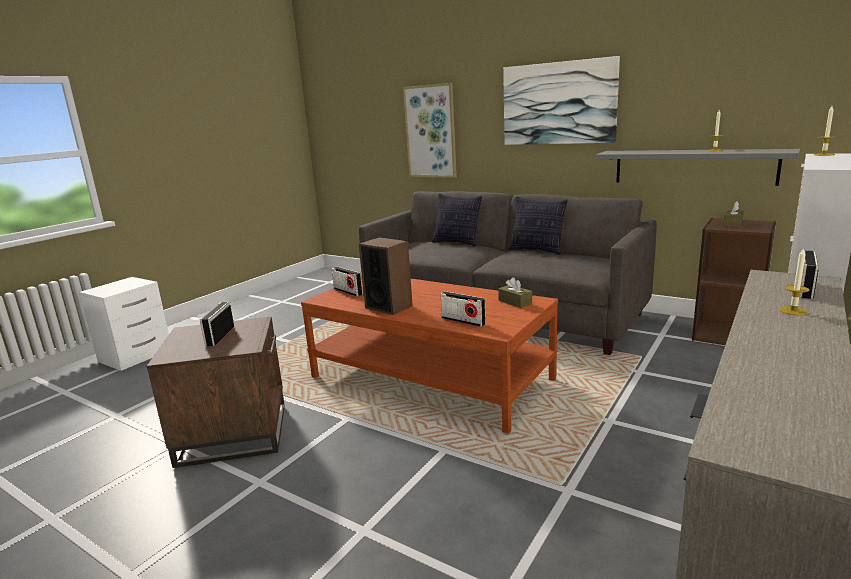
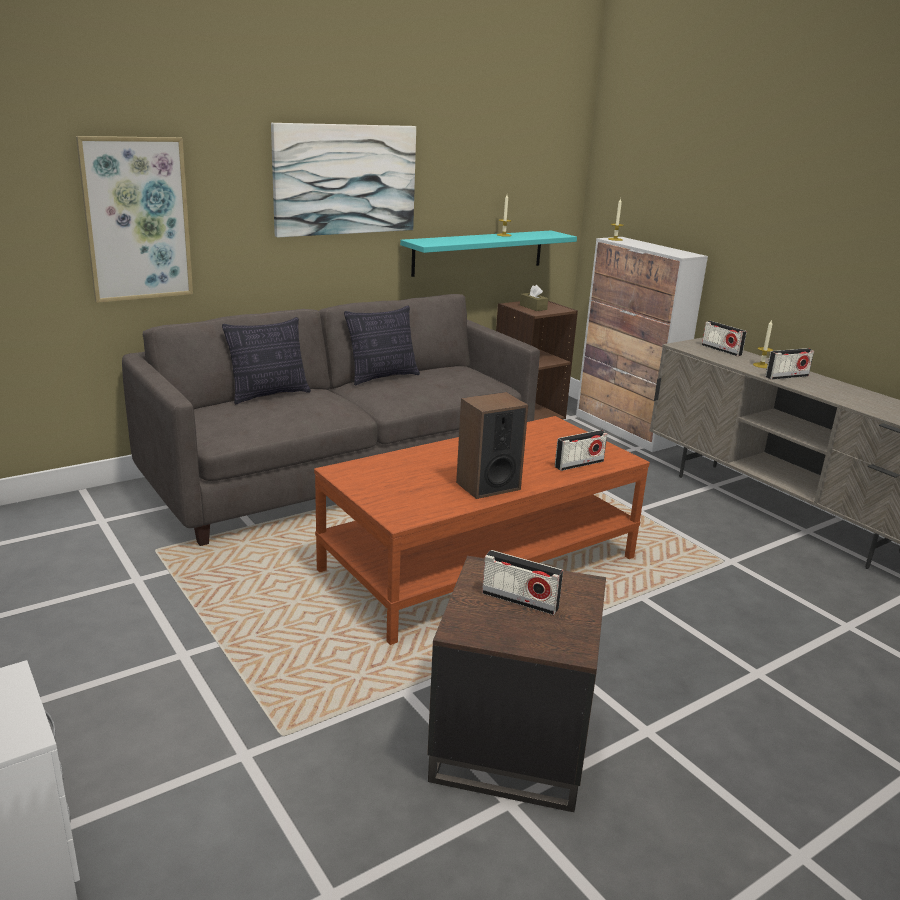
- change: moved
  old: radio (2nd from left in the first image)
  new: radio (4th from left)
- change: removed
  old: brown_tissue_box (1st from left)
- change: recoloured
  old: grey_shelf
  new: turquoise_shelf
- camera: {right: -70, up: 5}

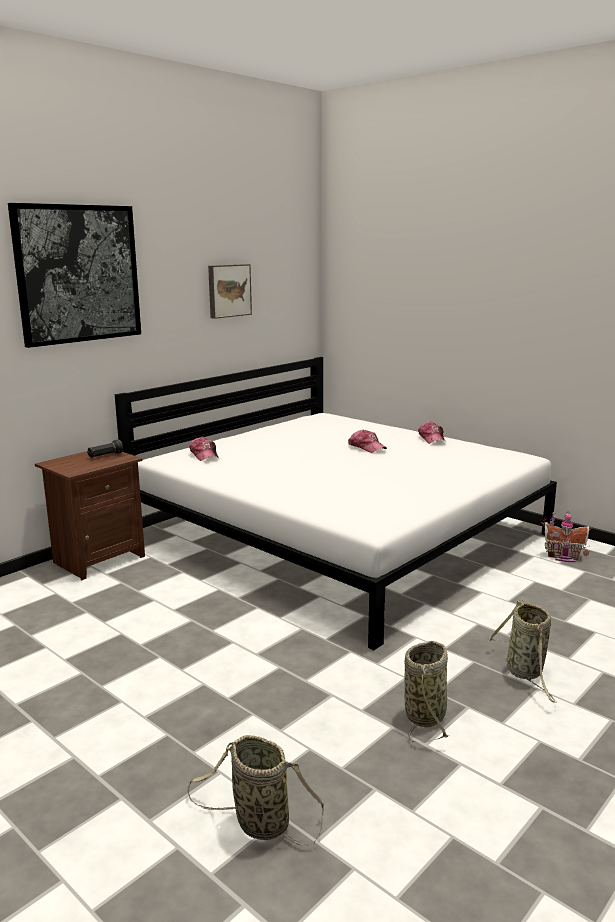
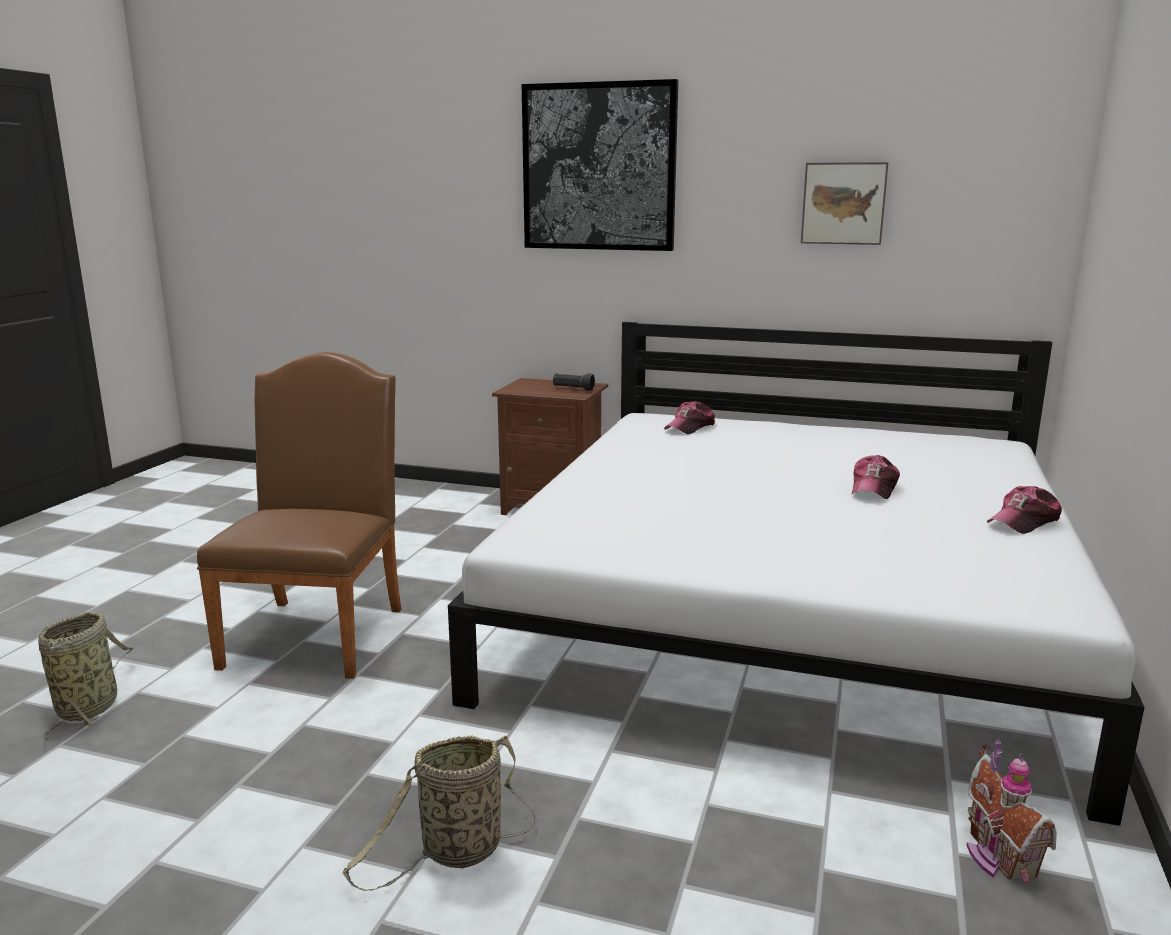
- change: removed
  old: basket (2nd from left)
- change: added
  new: brown_chair
- camera: {right: 65, up: 0}

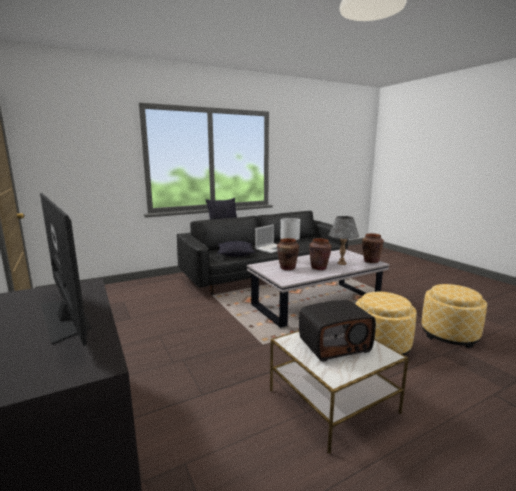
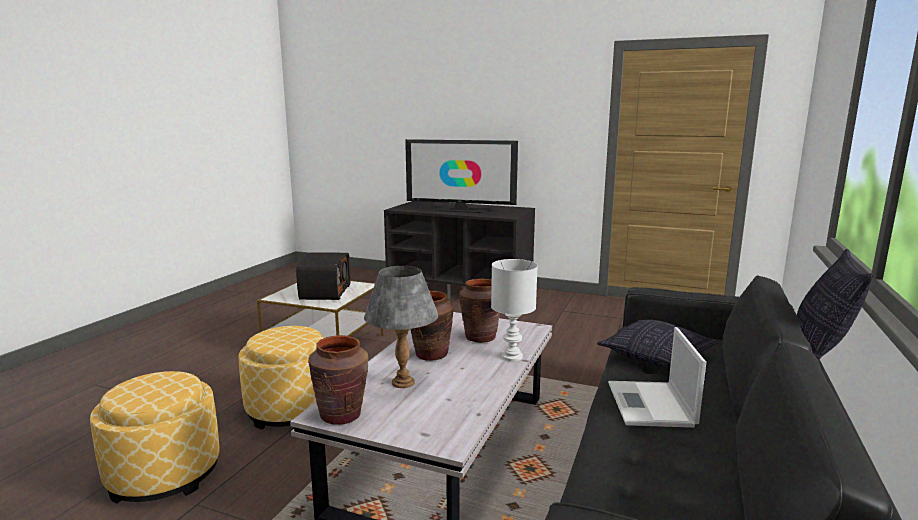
- change: turned
  old: radio
  degrees: 150
- camera: {right: 140, up: 0}

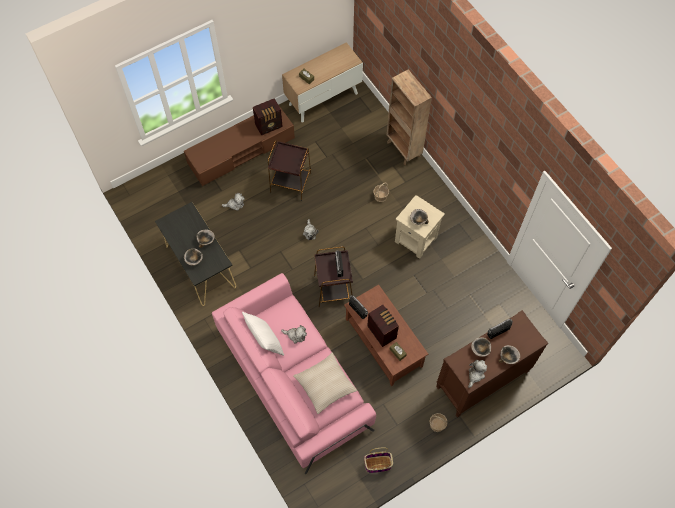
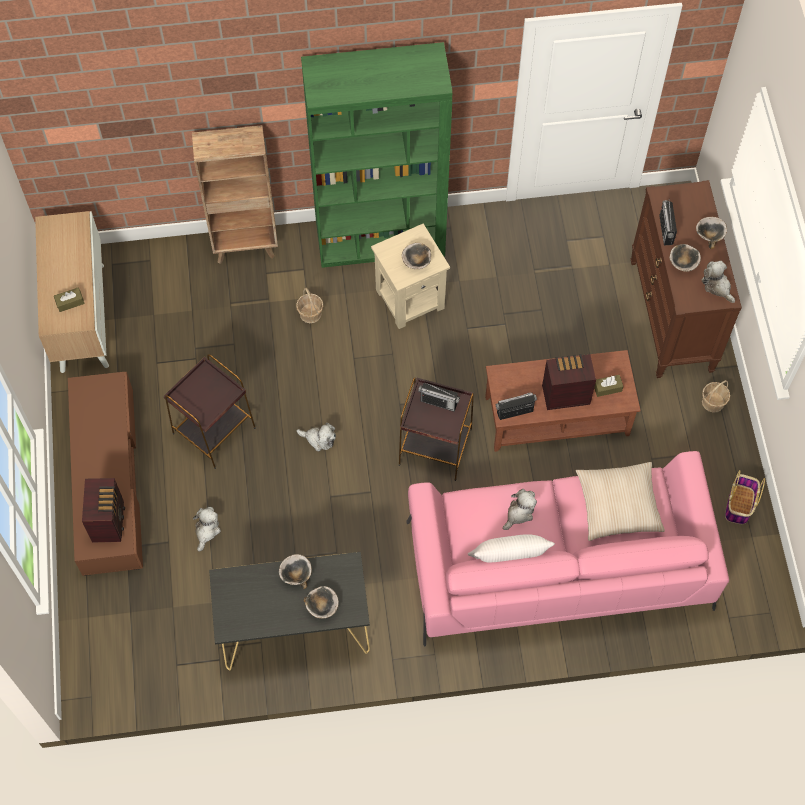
- change: moved
  old: radio (1st from left)
- change: added
  new: green_bookcase
- camera: {right: -65, up: 0}

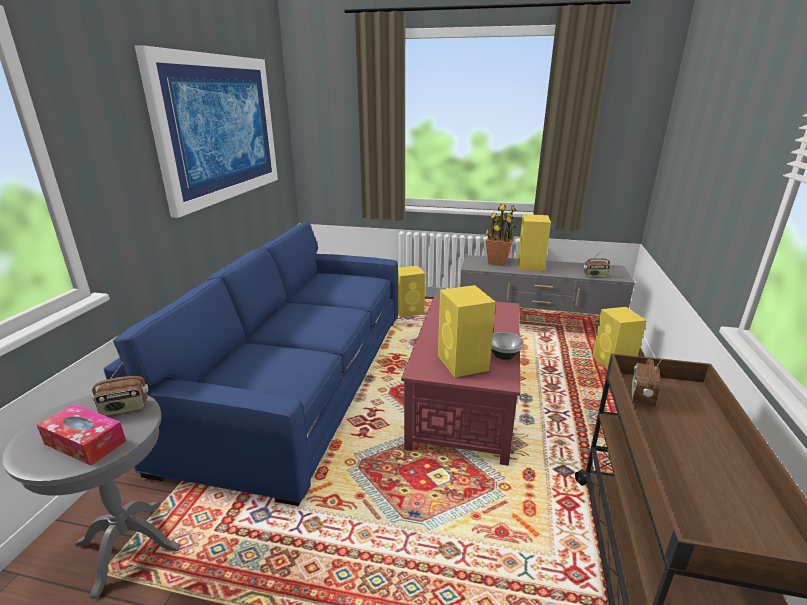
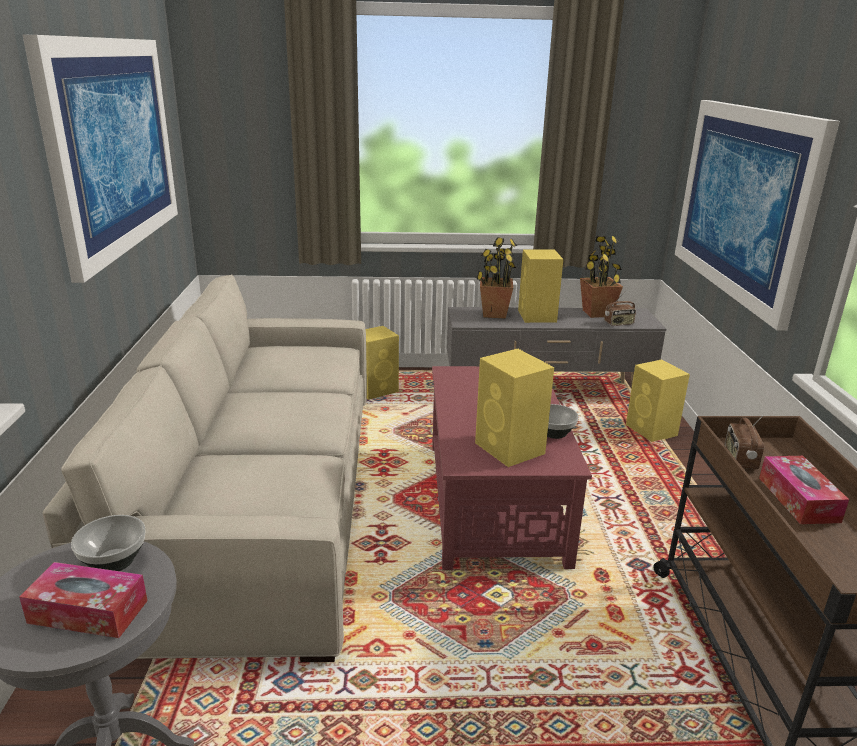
- change: replaced
  old: radio (1st from left)
  new: bowl (1st from left)
- change: recoloured
  old: blue_sofa
  new: beige_sofa
- change: added
  new: potted_plant (2nd from left)
- change: added
  new: picture (2nd from left)
- change: added
  new: tissue_box (2nd from left)
- camera: {right: -15, up: 0}

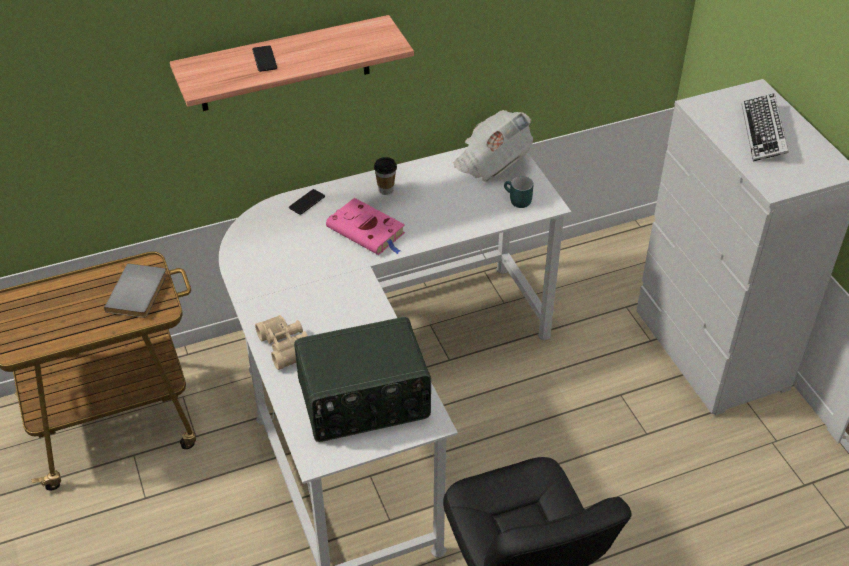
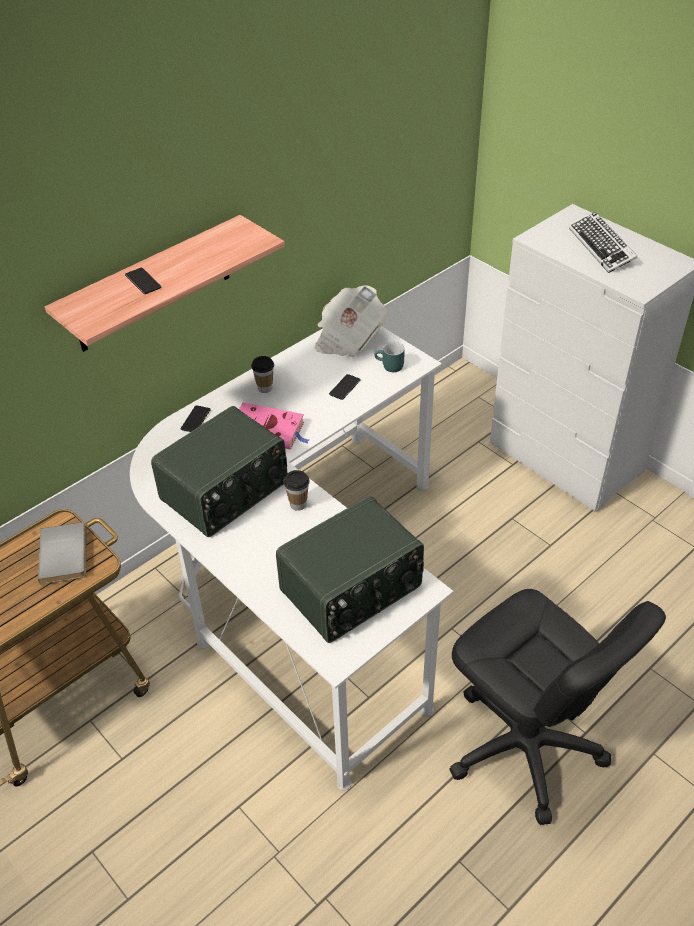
- change: removed
  old: beige_binoculars
- change: added
  new: radio (1st from left)
- change: added
  new: cup (2nd from left)
- change: added
  new: phone (3rd from left)
- camera: {right: -20, up: 0}

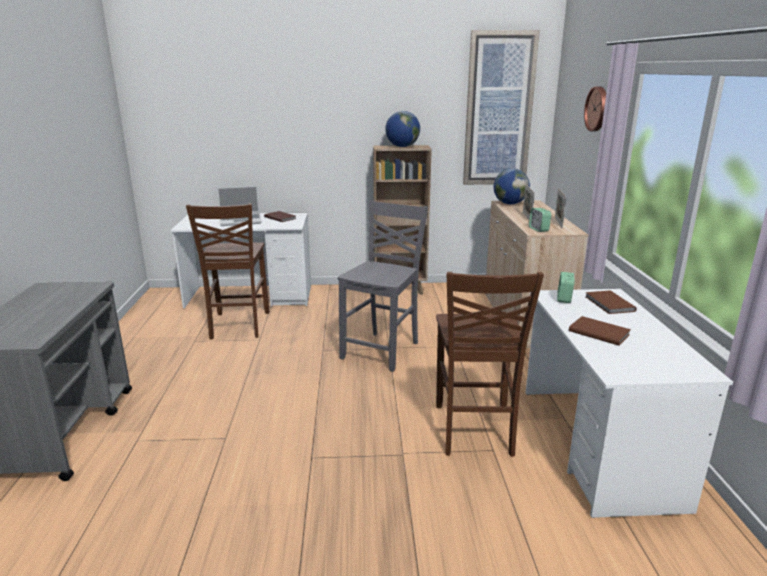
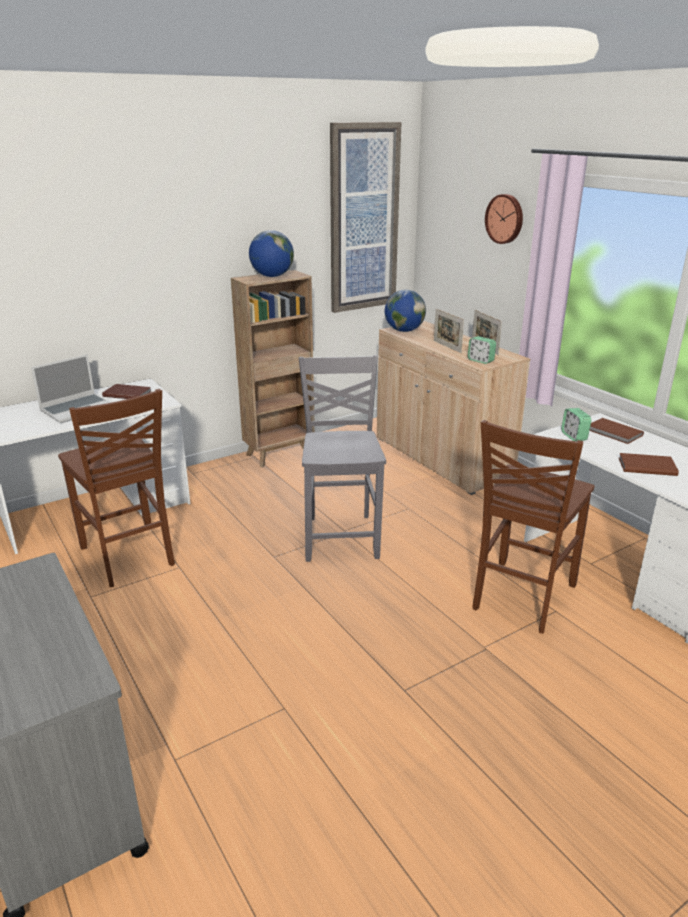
- change: turned
  old: brown_chair (2nd from left)
  degrees: 60
- camera: {right: -30, up: 5}

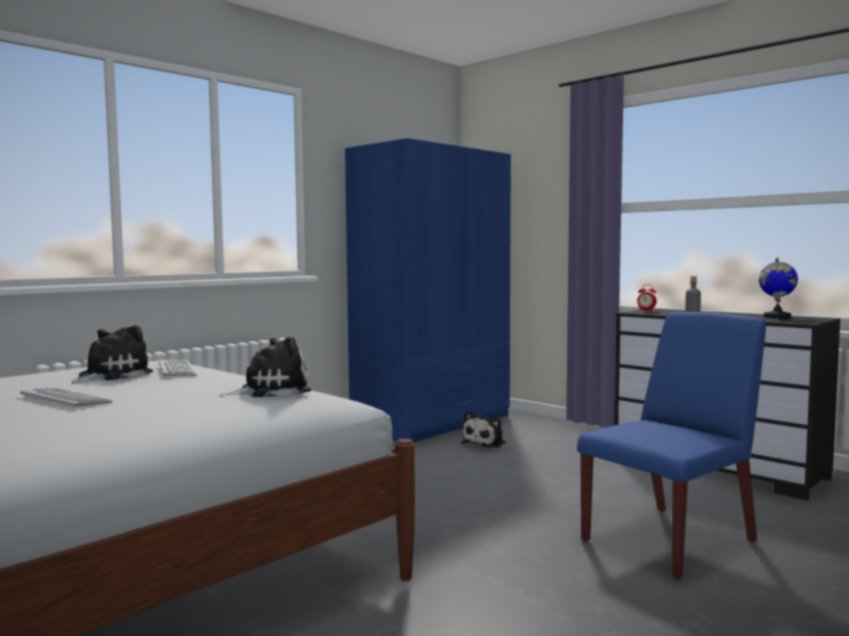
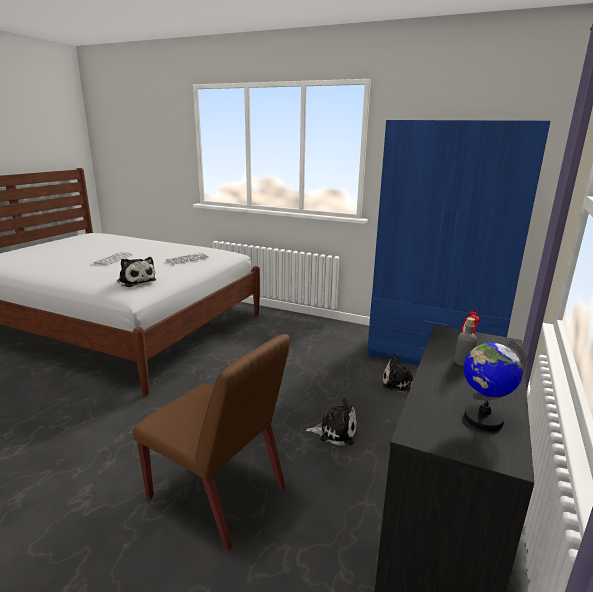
- change: moved
  old: plush_toy (1st from left in the first image)
  new: plush_toy (2nd from left)
- change: recoloured
  old: blue_chair
  new: brown_chair
- camera: {right: 70, up: 15}

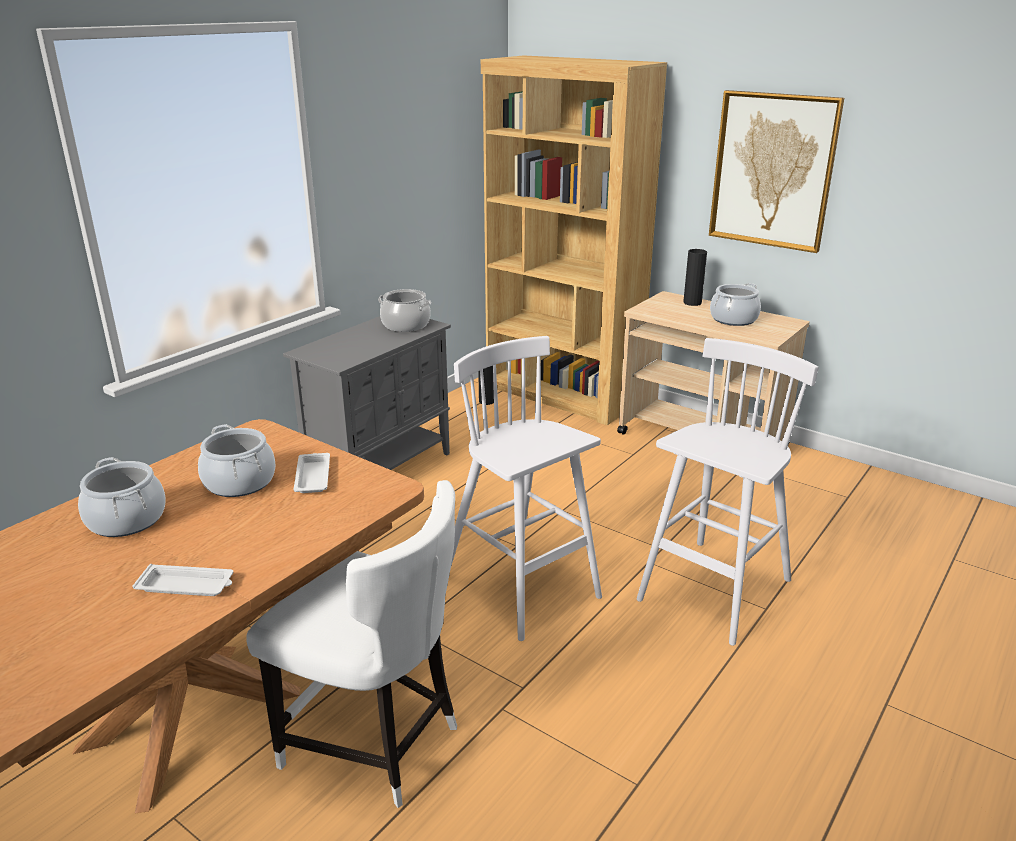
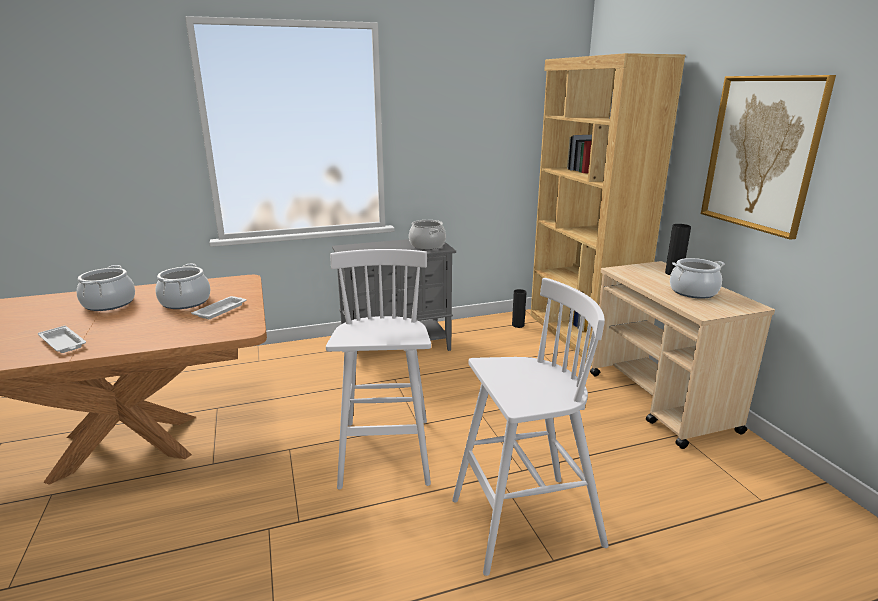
- change: removed
  old: white_chair
- camera: {right: 35, up: -5}

